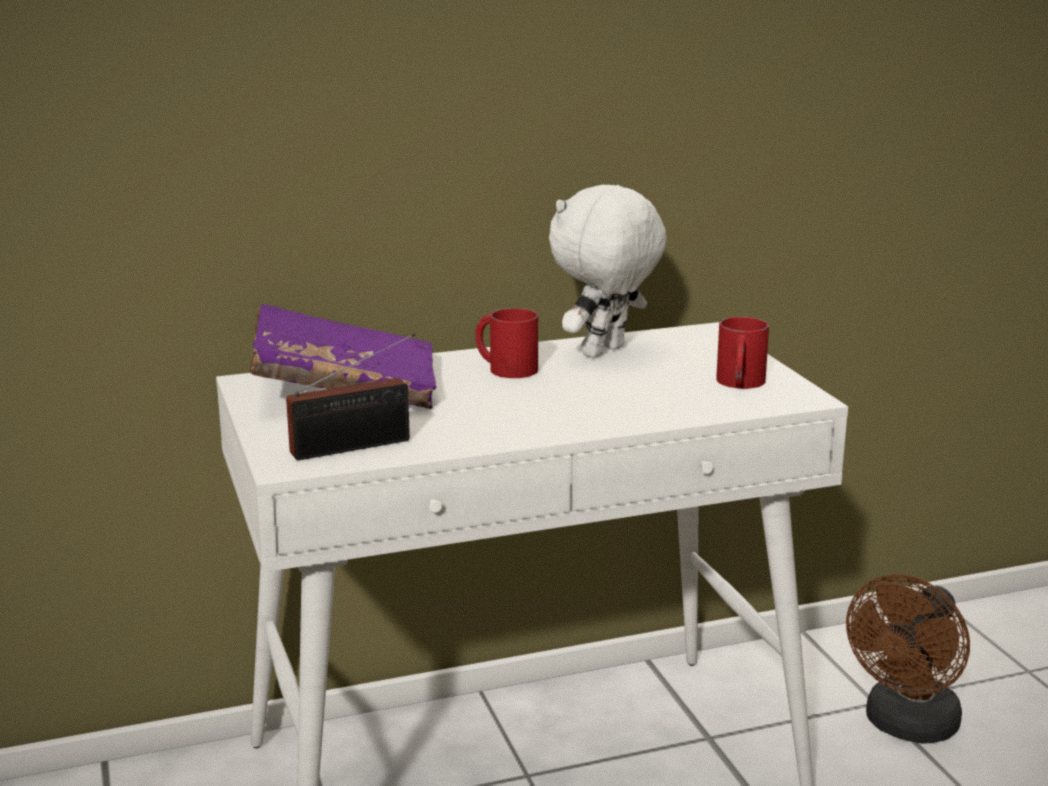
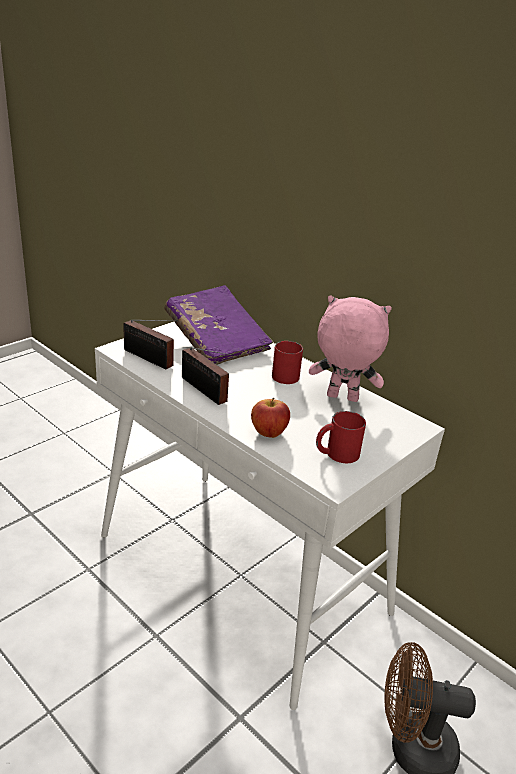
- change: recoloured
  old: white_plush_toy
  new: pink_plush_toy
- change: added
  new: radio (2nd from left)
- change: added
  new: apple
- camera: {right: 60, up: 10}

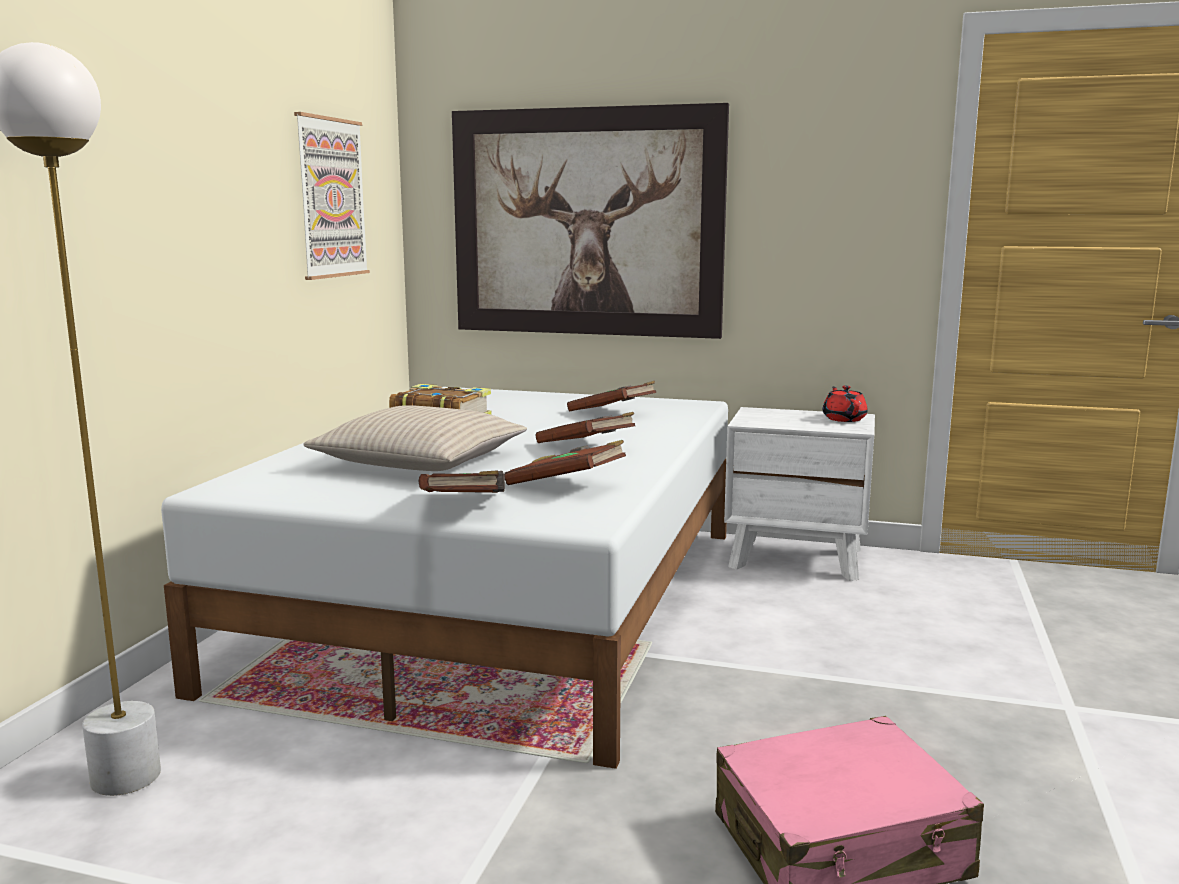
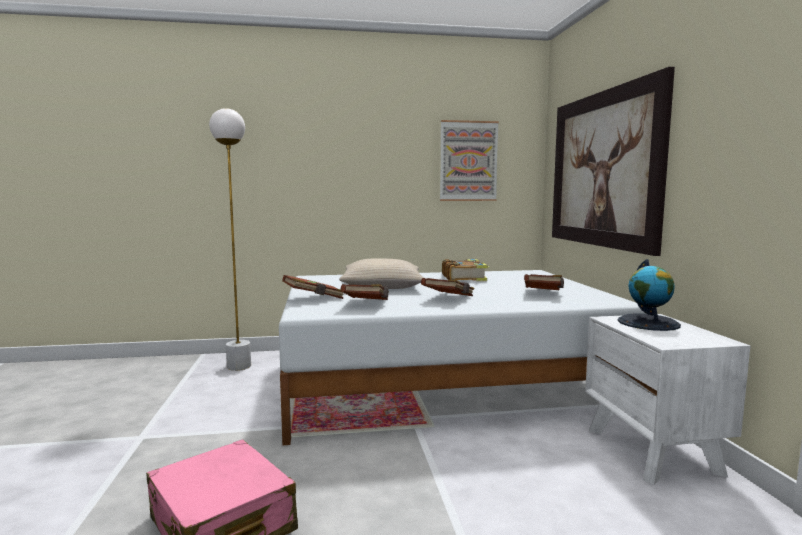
- change: removed
  old: red_teapot
- change: added
  new: globe
- camera: {right: 65, up: -5}

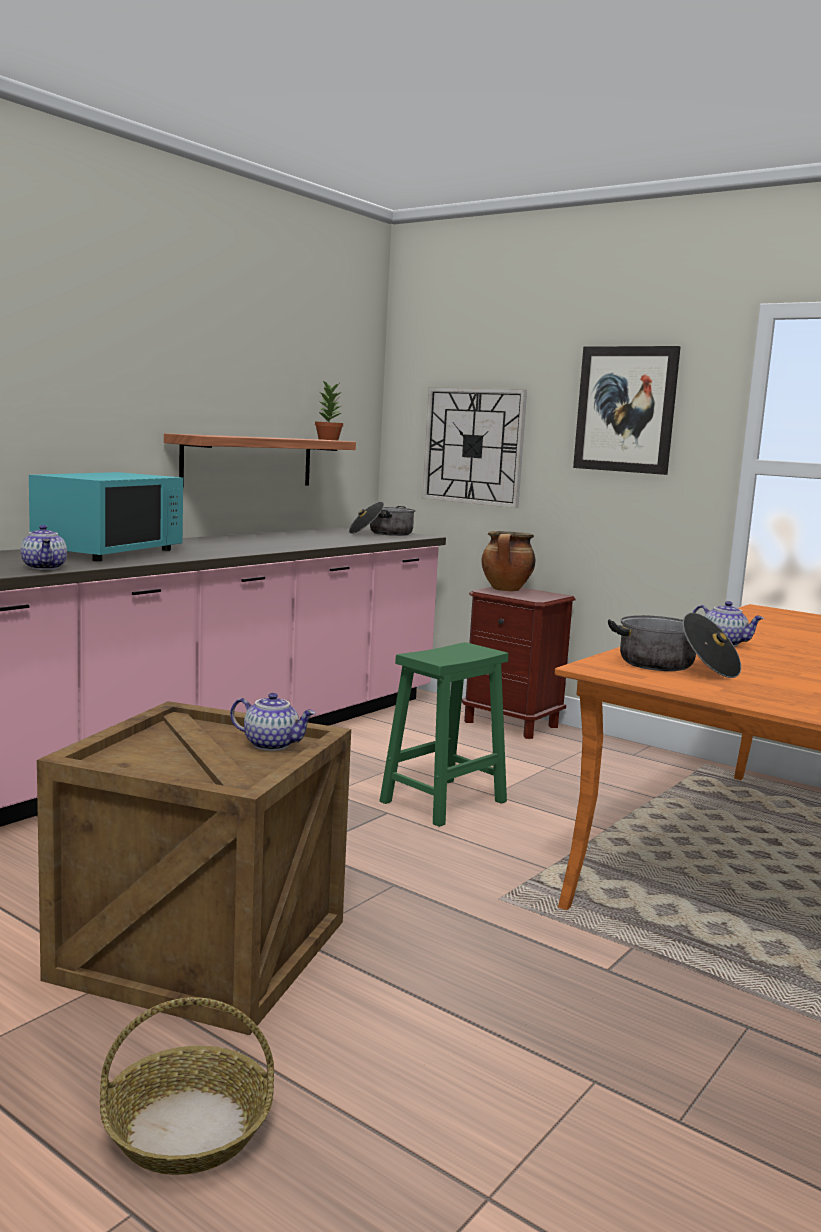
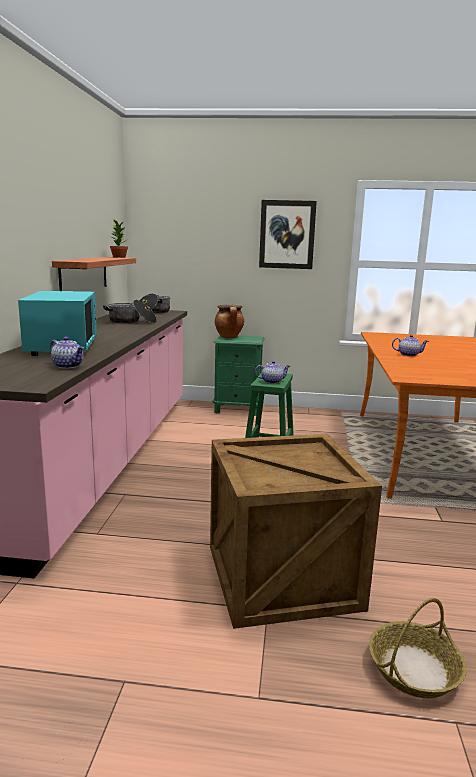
- change: moved
  old: teapot (2nd from left)
- change: removed
  old: wall_clock
- change: recoloured
  old: brown_nightstand
  new: green_nightstand
- change: moved
  old: cooking_pot (3rd from left in the first image)
  new: cooking_pot (1st from left)
- camera: {right: -30, up: 5}

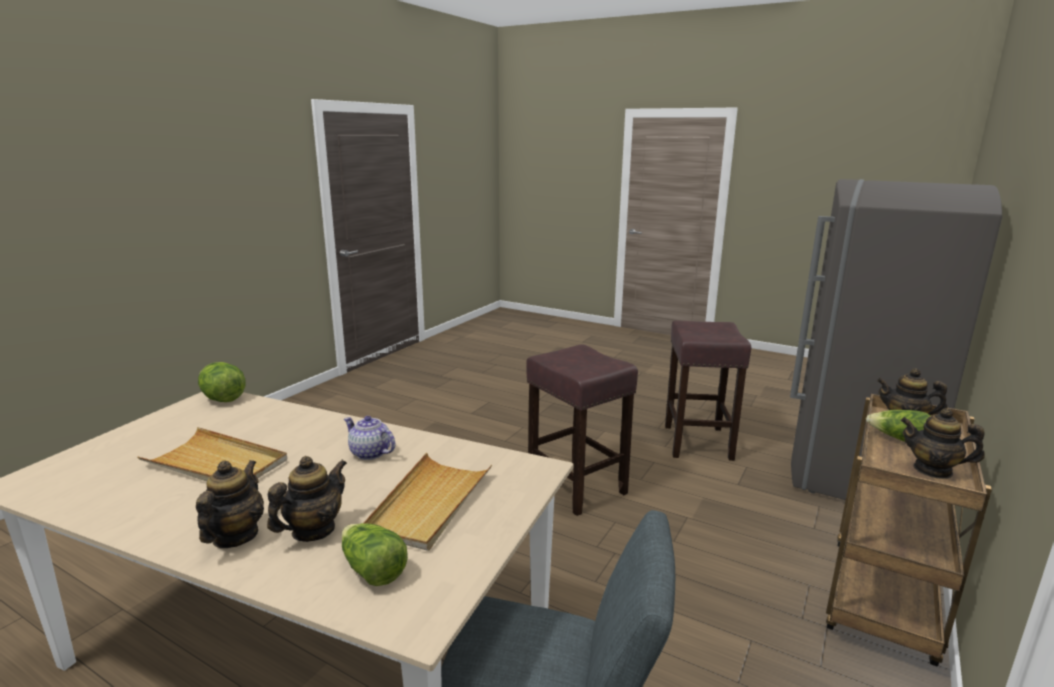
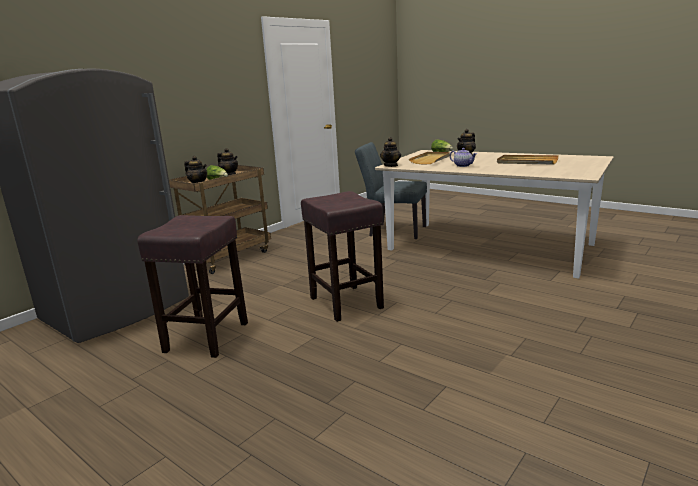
- change: moved
  old: teapot (1st from left in the first image)
  new: teapot (3rd from left)
- change: removed
  old: lettuce (1st from left)
- camera: {right: -170, up: 0}

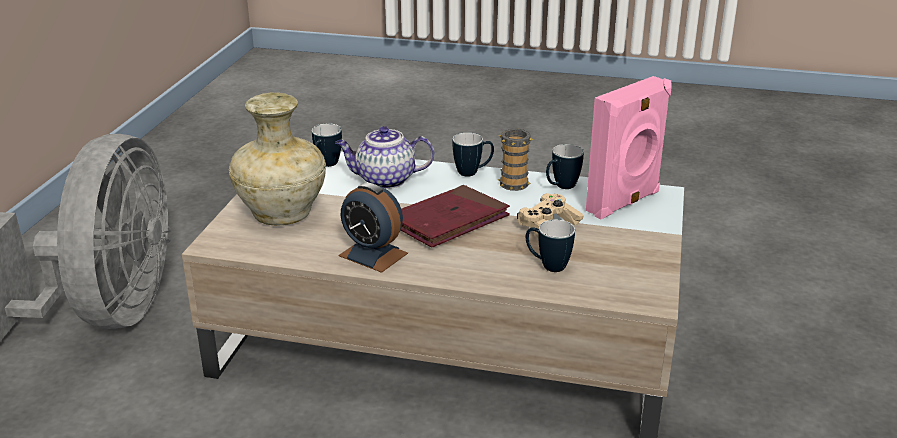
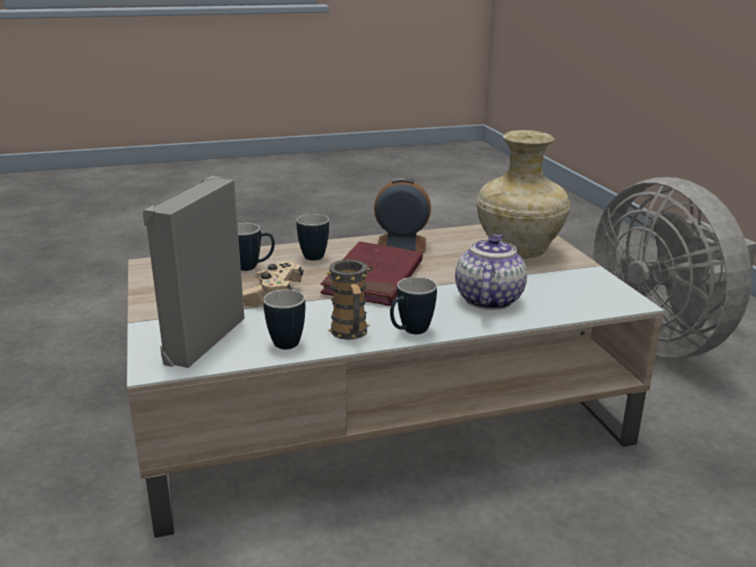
- change: moved
  old: mug (1st from left in the first image)
  new: mug (3rd from left)
- change: turned
  old: teapot
  degrees: -45
- change: recoloured
  old: pink_speaker
  new: grey_speaker
- camera: {right: 150, up: -5}

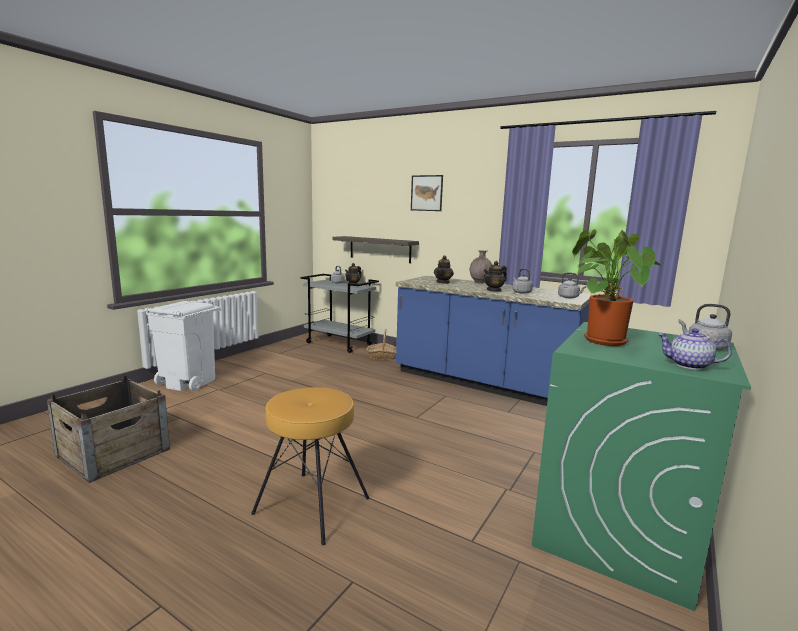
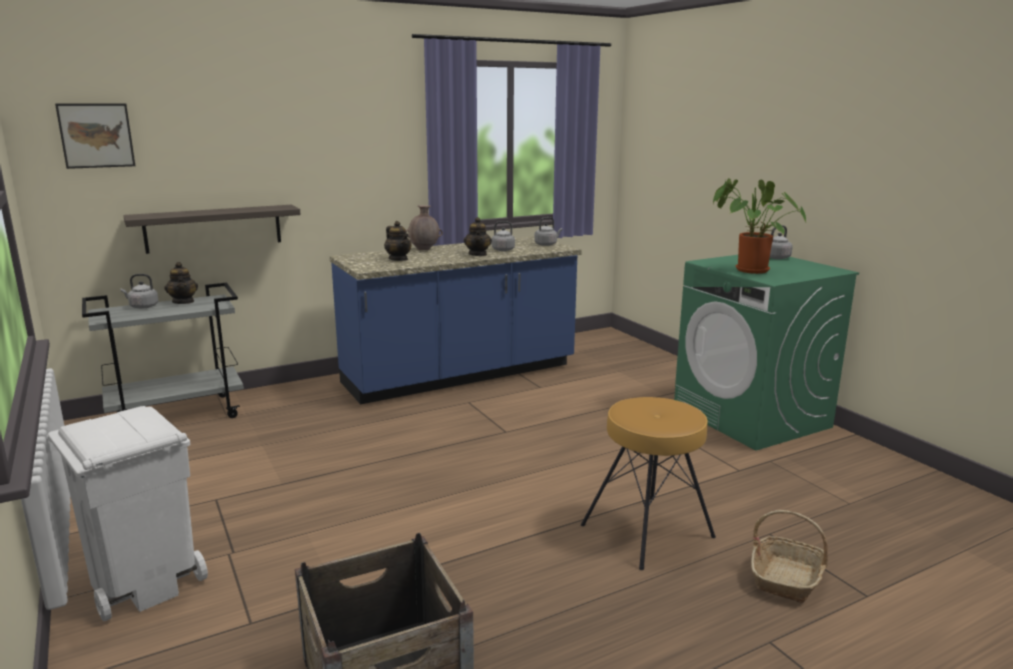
- change: moved
  old: basket
- change: moved
  old: picture
- change: removed
  old: teapot (4th from left)
- camera: {right: -60, up: 5}

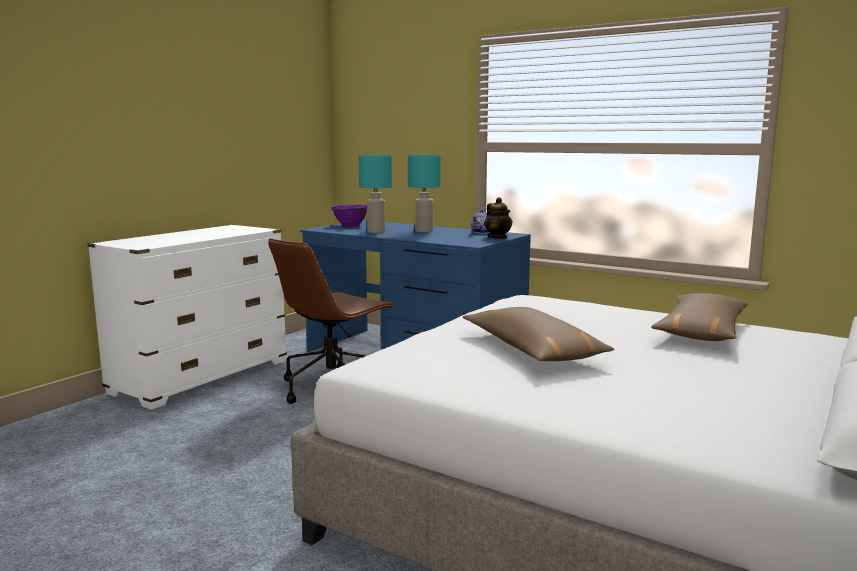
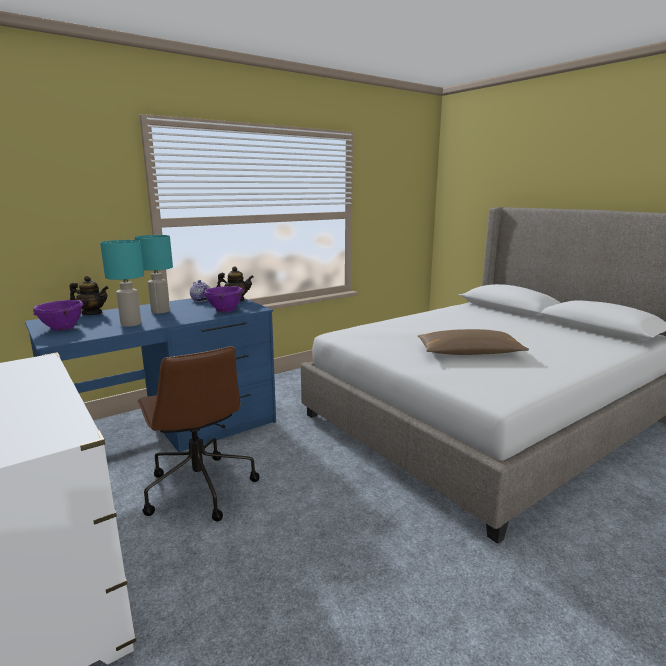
- change: removed
  old: brown_pillow (2nd from left)
- change: added
  new: teapot (1st from left)
- change: added
  new: purple_bowl (2nd from left)
- camera: {right: -70, up: 5}

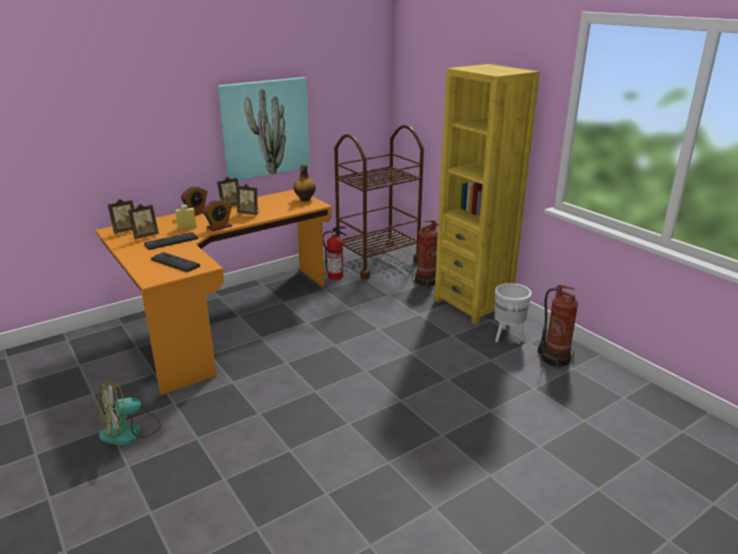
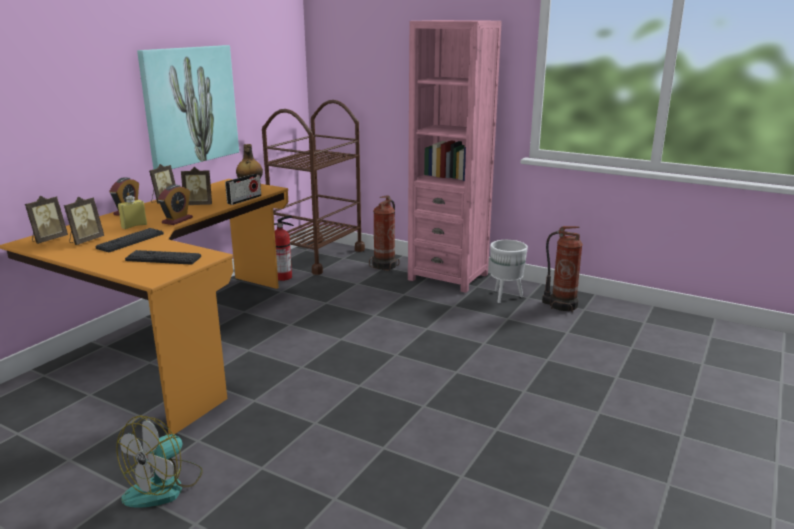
- change: recoloured
  old: yellow_bookcase
  new: pink_bookcase
- change: added
  new: radio
- camera: {right: -25, up: -5}

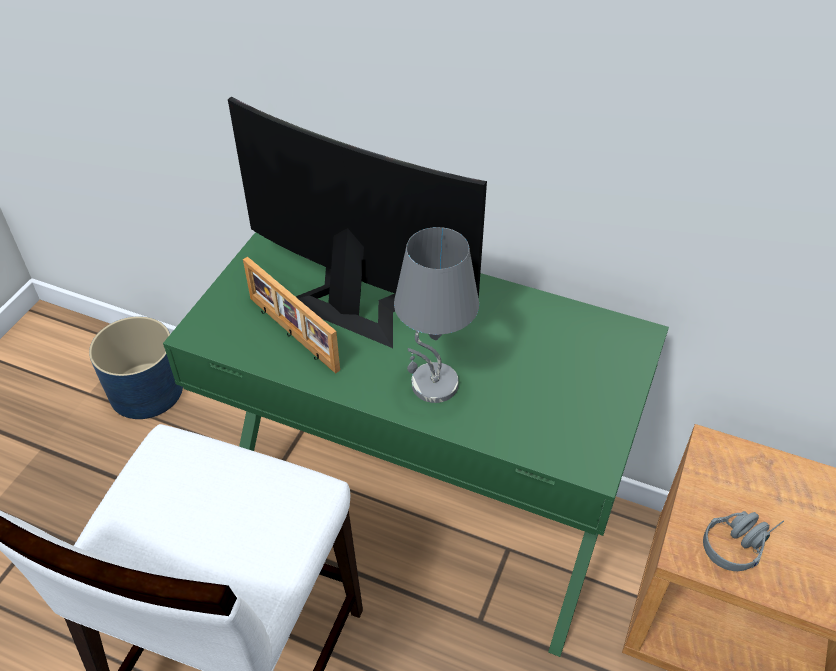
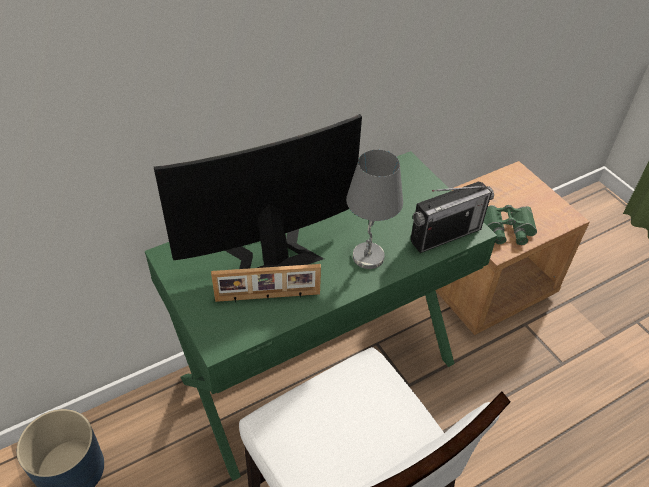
- change: replaced
  old: grey_headphones
  new: green_binoculars
- change: added
  new: radio
- camera: {right: -55, up: 0}

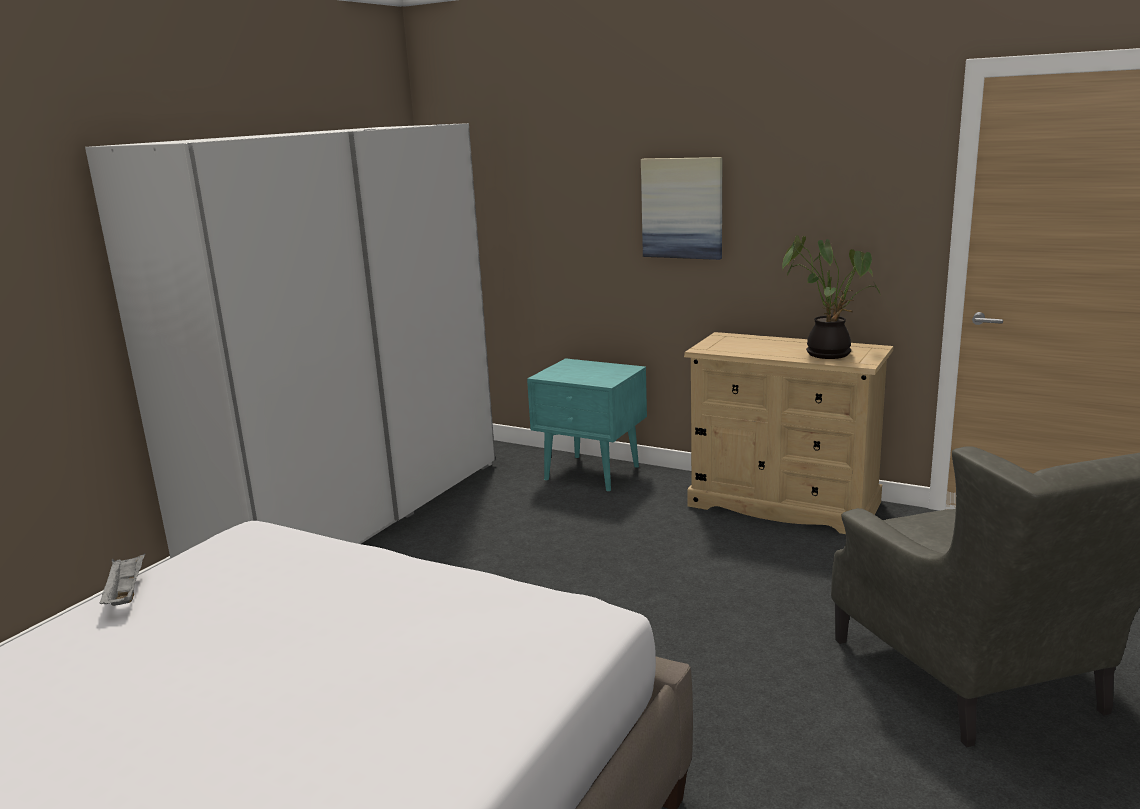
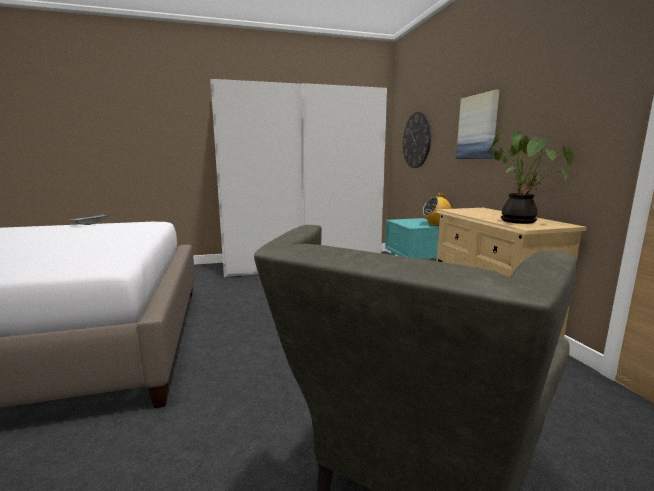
- change: added
  new: wall_clock
- change: added
  new: radio
- camera: {right: 45, up: -5}

